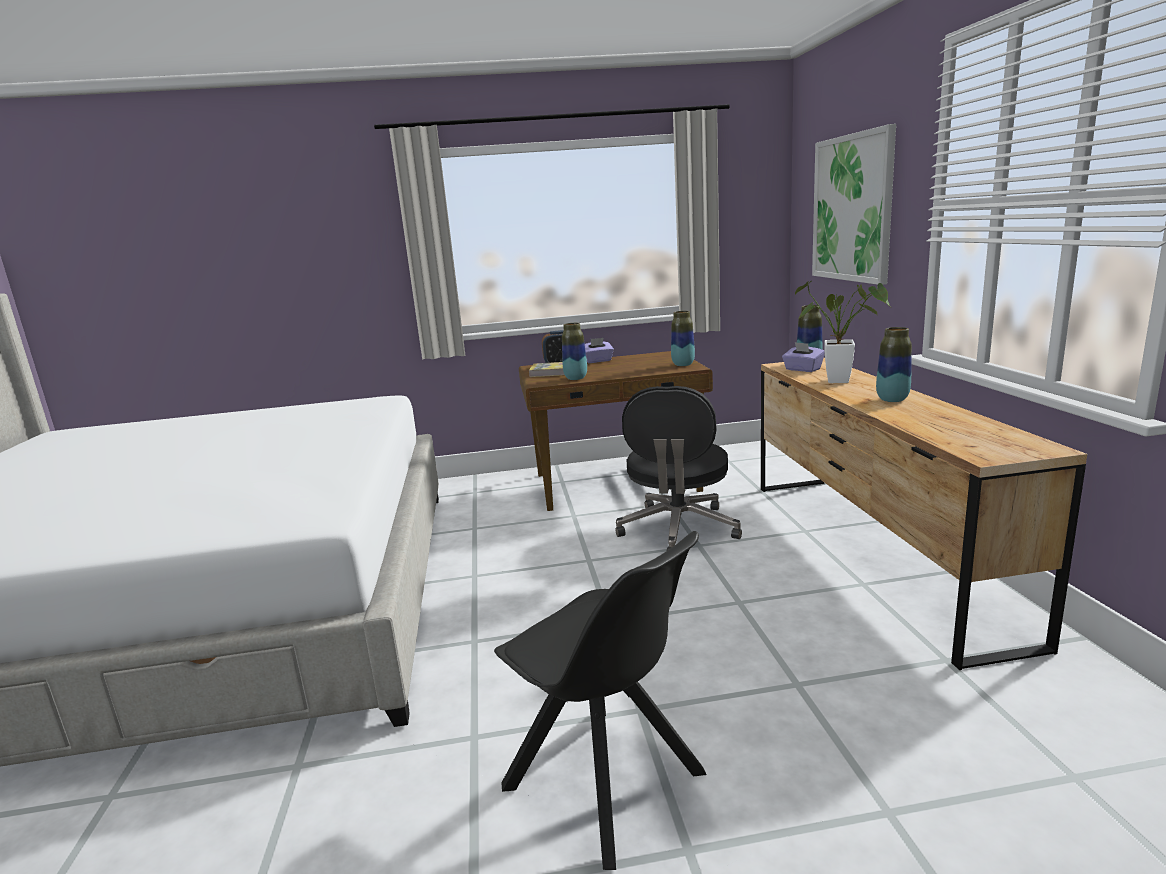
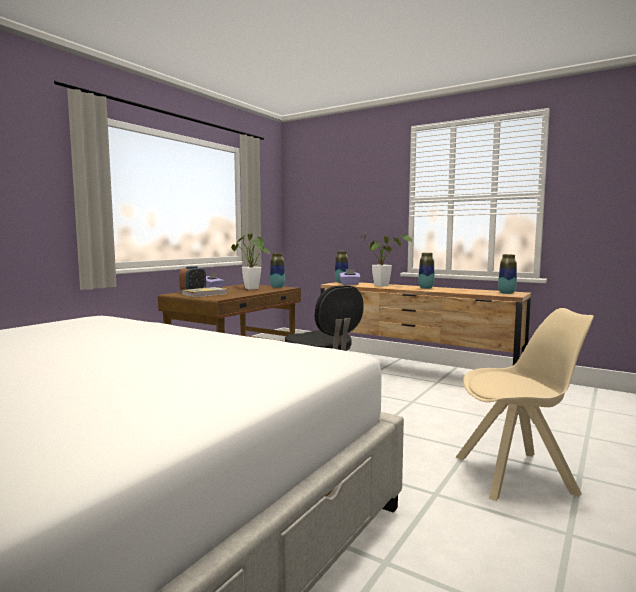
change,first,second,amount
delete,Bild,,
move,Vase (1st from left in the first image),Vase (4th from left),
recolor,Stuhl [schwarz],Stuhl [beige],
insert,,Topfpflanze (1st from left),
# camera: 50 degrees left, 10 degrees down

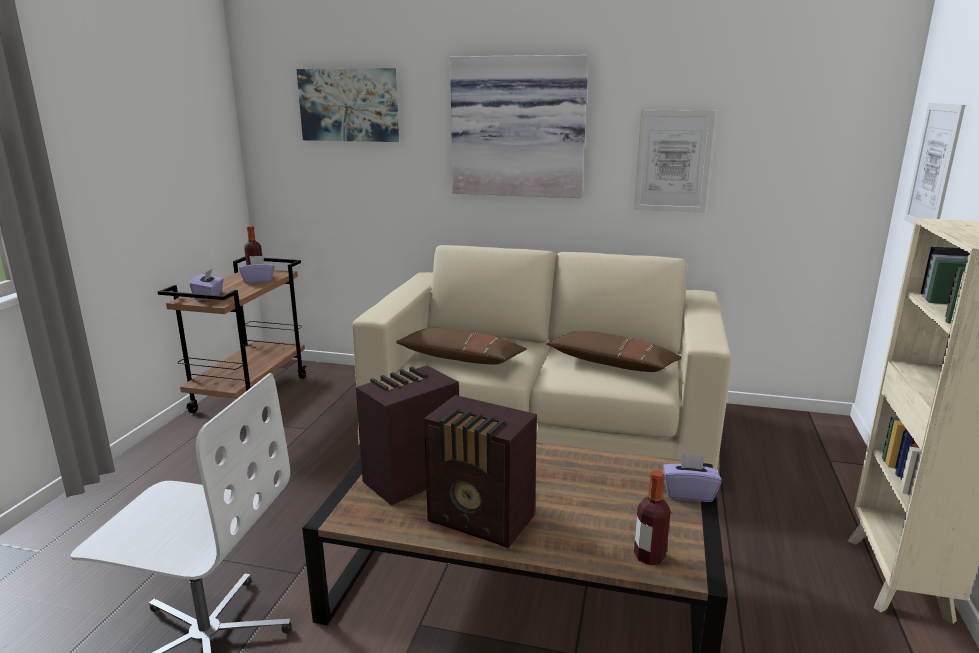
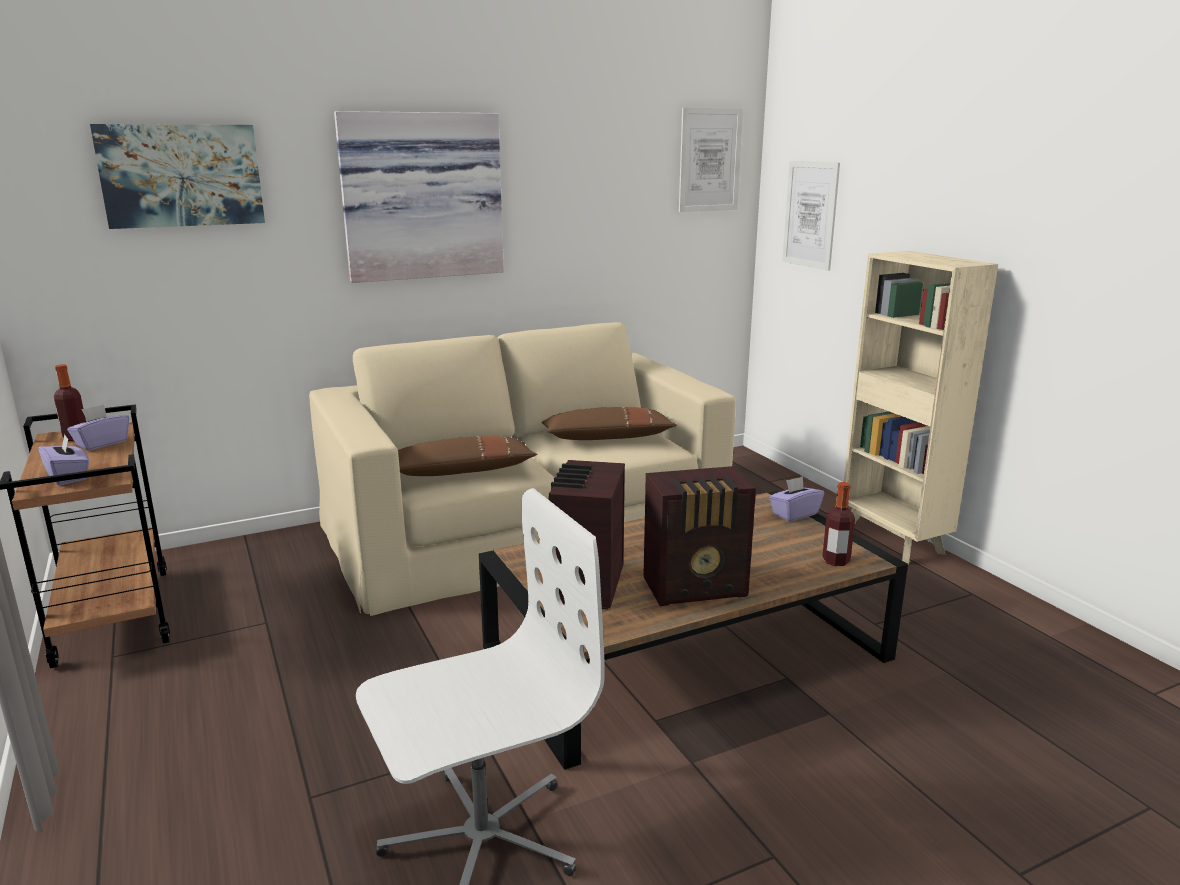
change,first,second,amount
move,Bild (3rd from left),,
# camera: 40 degrees left, 0 degrees up

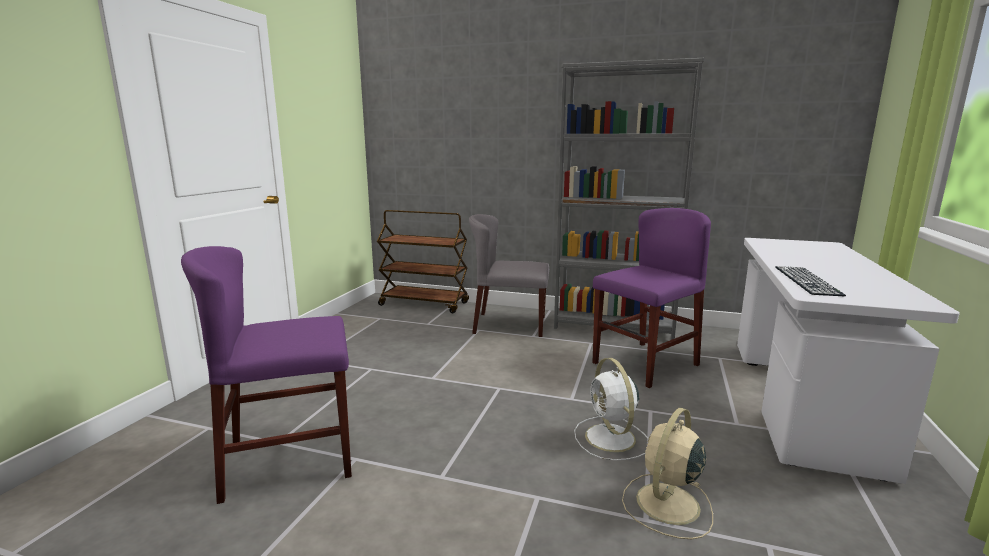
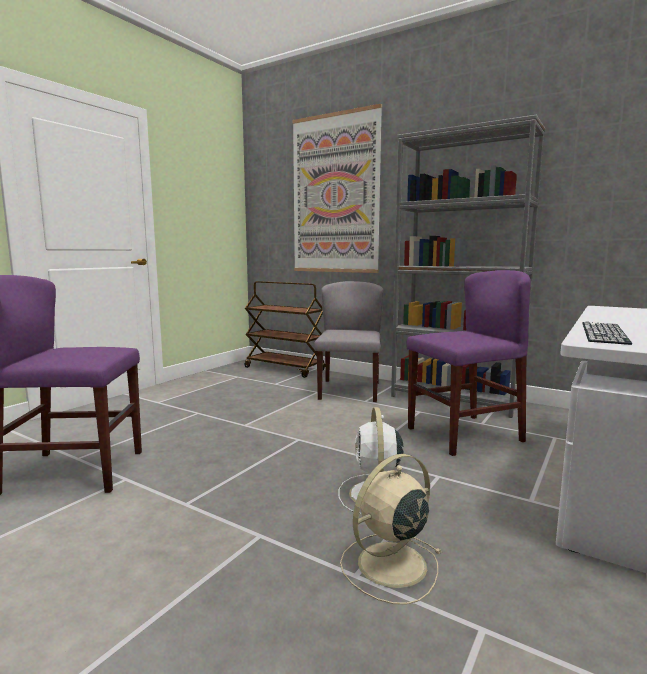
change,first,second,amount
rotate,Stuhl [grau],,75 degrees clockwise
insert,,Bild,
# camera: 15 degrees right, 5 degrees down

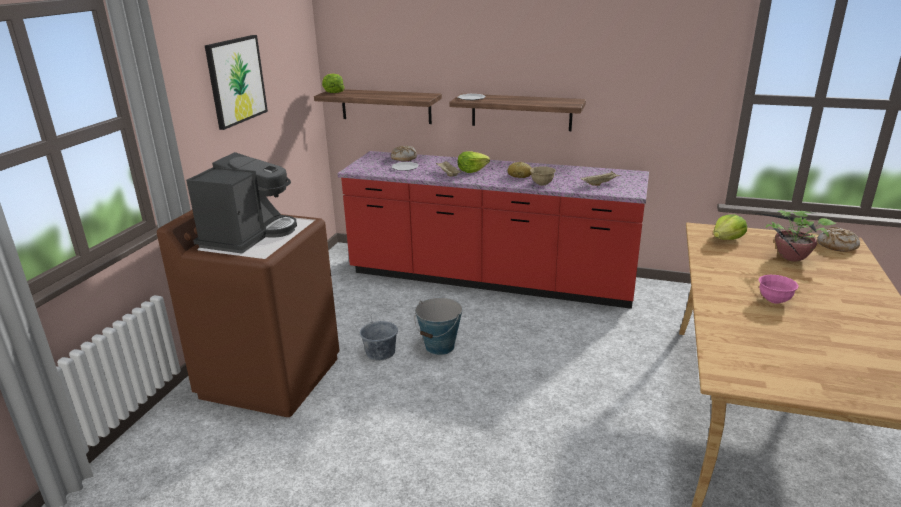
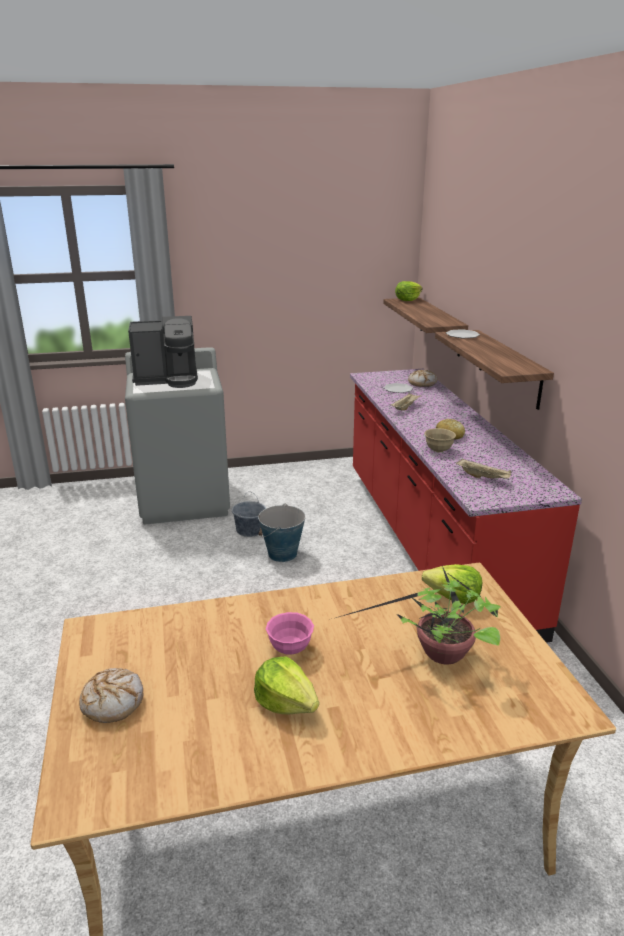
change,first,second,amount
delete,Bild,,
move,Salatkopf (2nd from left in the first image),Salatkopf (1st from left),
recolor,Waschmaschine [braun],Waschmaschine [grau],
move,Brot (3rd from left in the first image),Brot (1st from left),
# camera: 60 degrees right, 0 degrees up

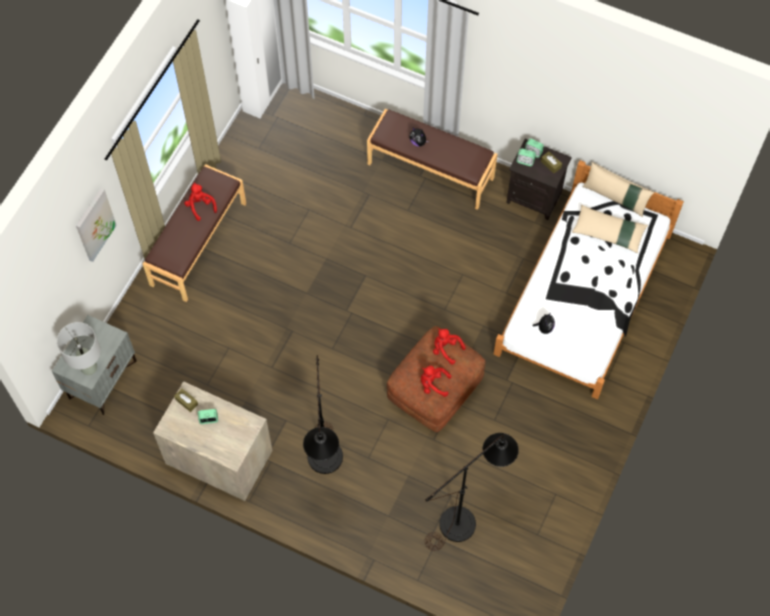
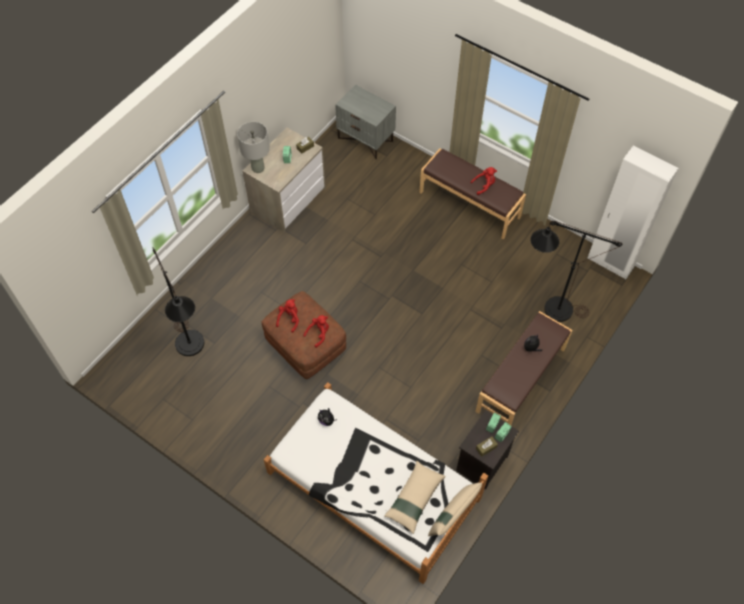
change,first,second,amount
delete,Bild,,
move,Tischlampe [grau],,
move,Stehlampe [schwarz] (1st from left in the first image),Stehlampe [schwarz] (2nd from left),
# camera: 100 degrees right, 5 degrees down

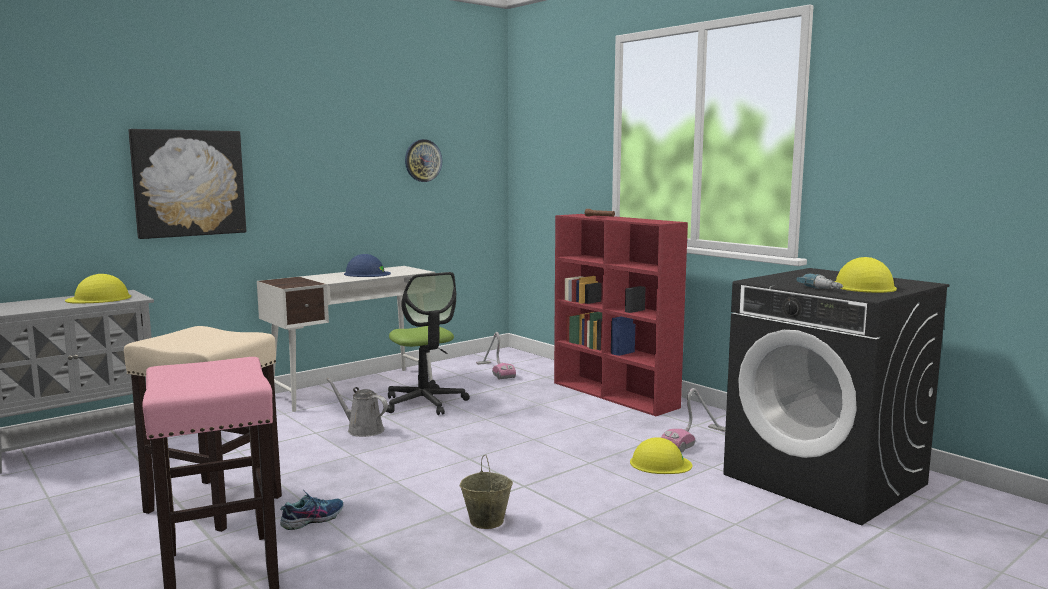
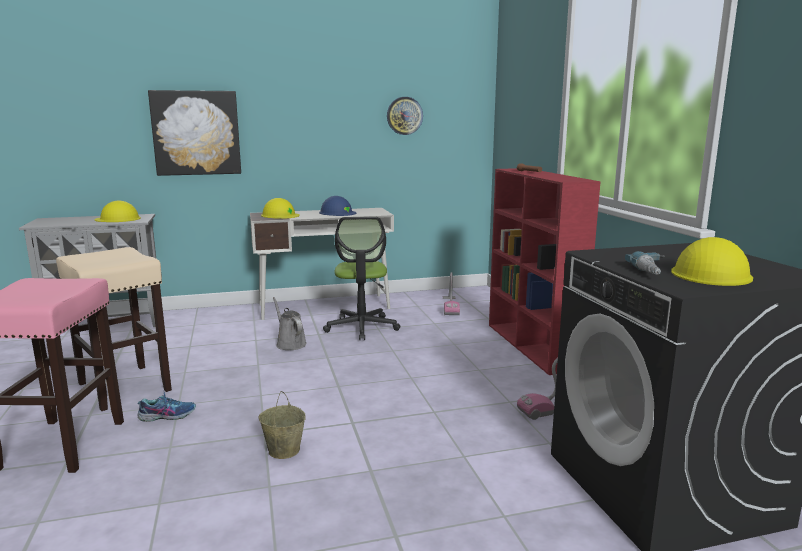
change,first,second,amount
move,Schutzhelm [gelb] (2nd from left),,
# camera: 25 degrees right, 5 degrees up

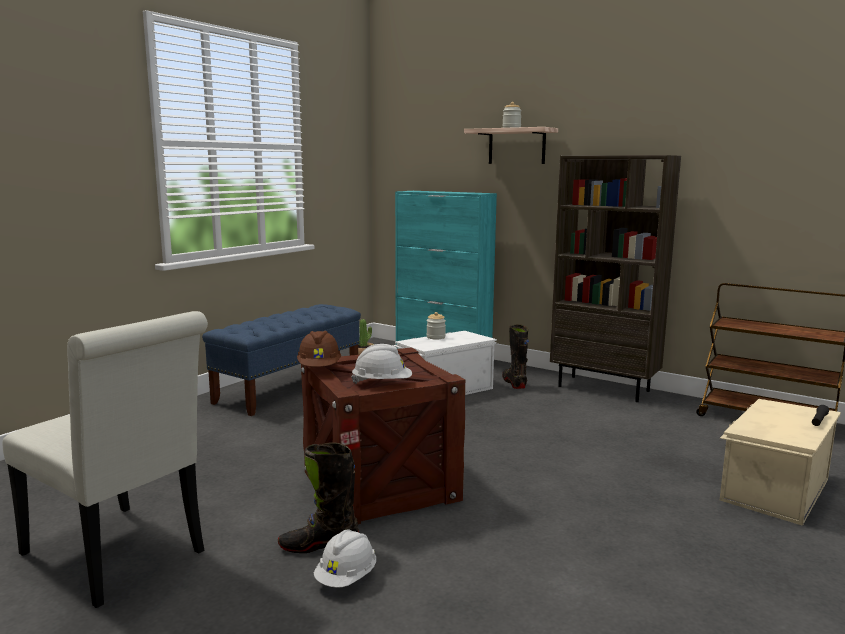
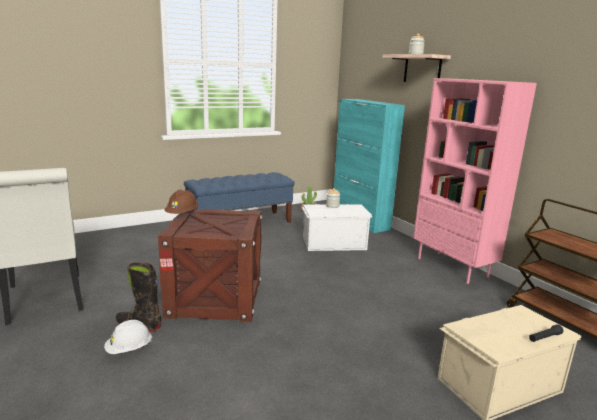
change,first,second,amount
recolor,Bücherregal [braun],Bücherregal [rosa],
delete,Stiefel [schwarz] (2nd from left),,
delete,Schutzhelm [weiß] (2nd from left),,
# camera: 25 degrees right, 5 degrees up

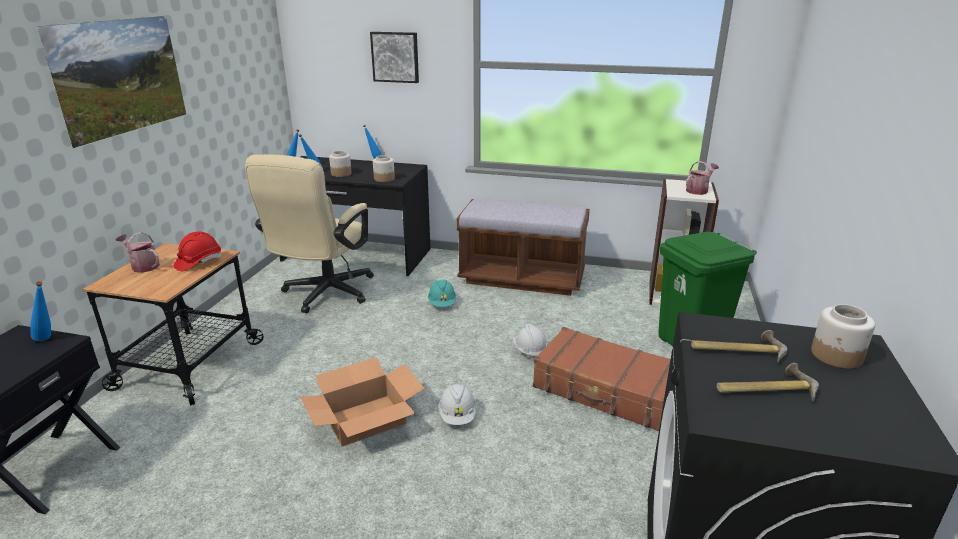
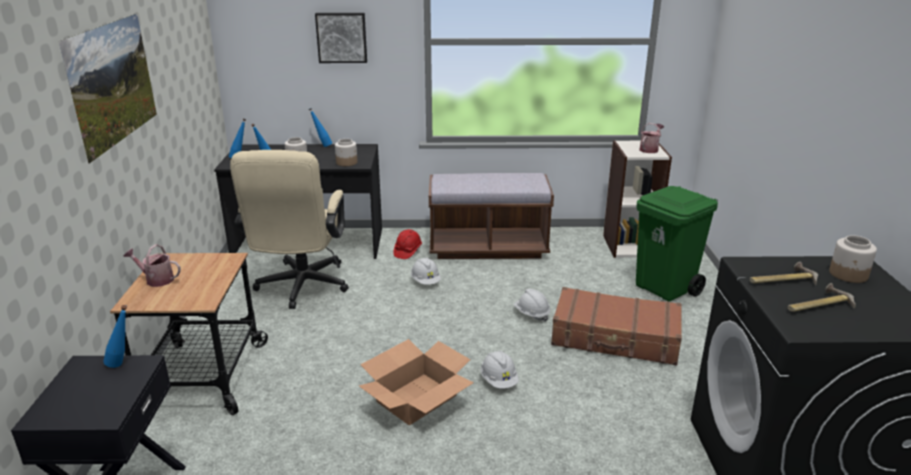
change,first,second,amount
move,Schutzhelm [rot],,
recolor,Schutzhelm [türkis],Schutzhelm [weiß] (1st from left),
# camera: 15 degrees left, 0 degrees up

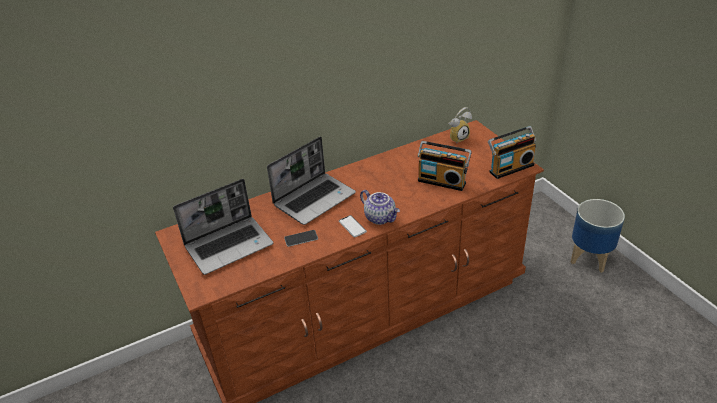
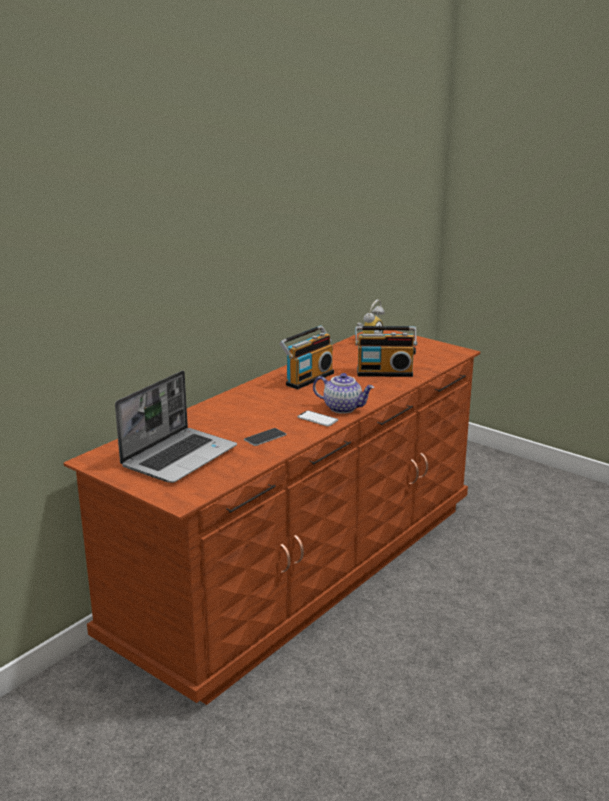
change,first,second,amount
move,Radio (2nd from left in the first image),Radio (1st from left),
delete,Laptop (2nd from left),,
delete,Pflanzkübel,,
# camera: 25 degrees left, 15 degrees down

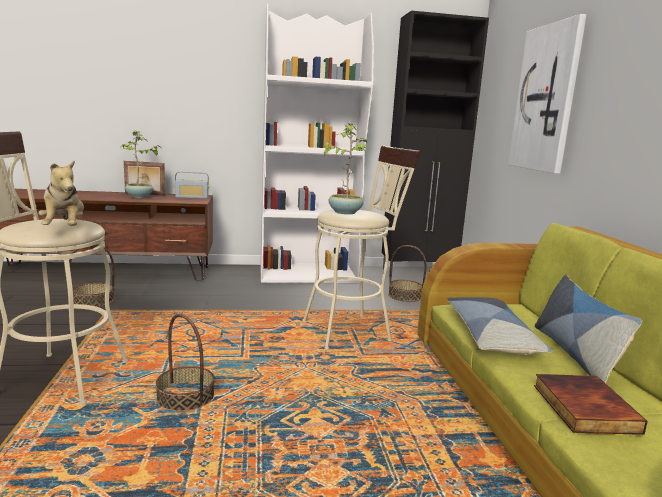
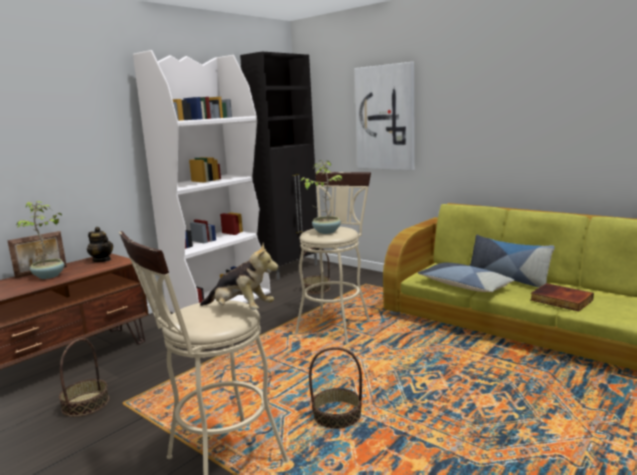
change,first,second,amount
replace,Radio,Teekanne,
# camera: 40 degrees left, 0 degrees up

